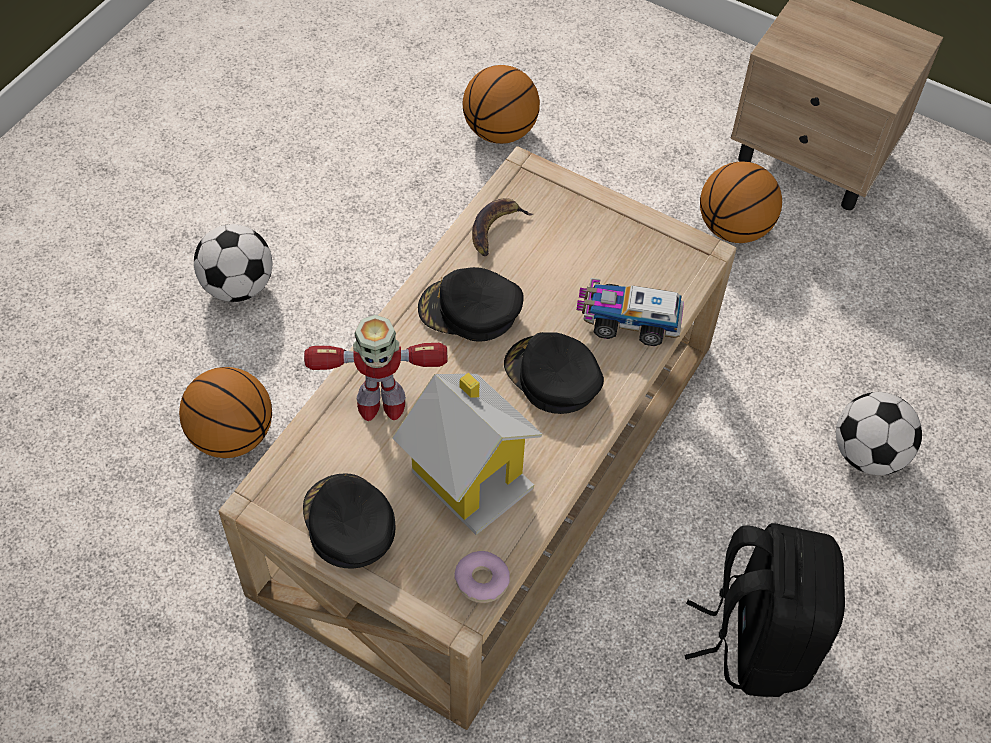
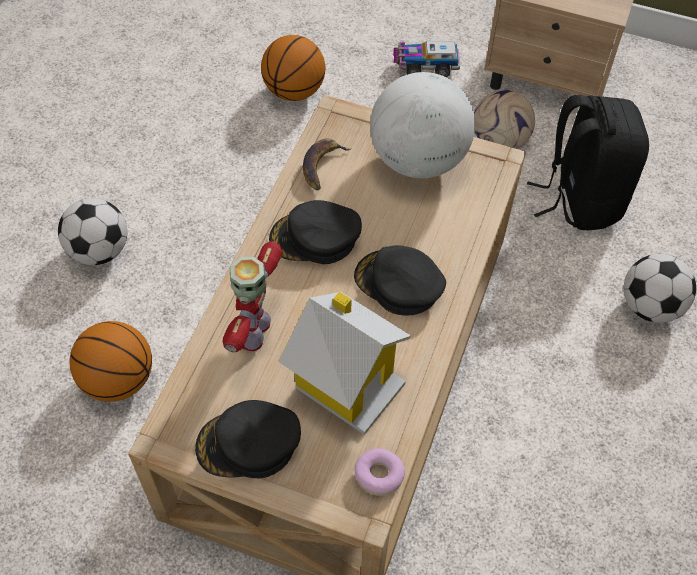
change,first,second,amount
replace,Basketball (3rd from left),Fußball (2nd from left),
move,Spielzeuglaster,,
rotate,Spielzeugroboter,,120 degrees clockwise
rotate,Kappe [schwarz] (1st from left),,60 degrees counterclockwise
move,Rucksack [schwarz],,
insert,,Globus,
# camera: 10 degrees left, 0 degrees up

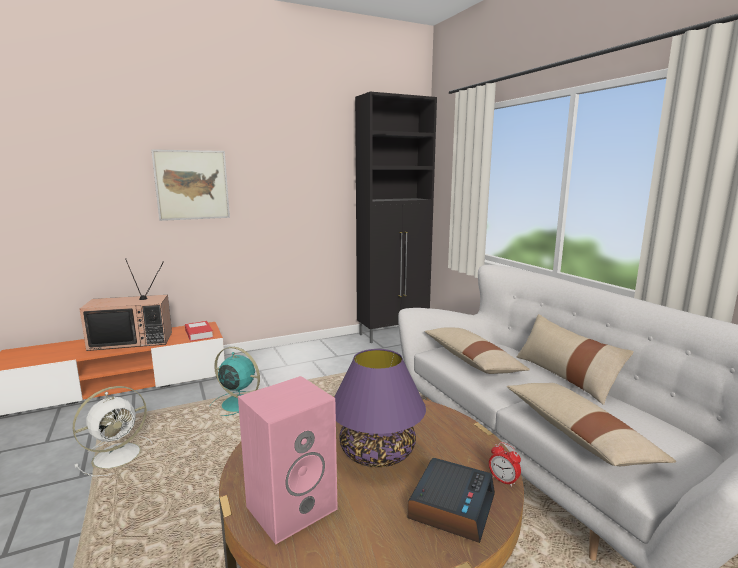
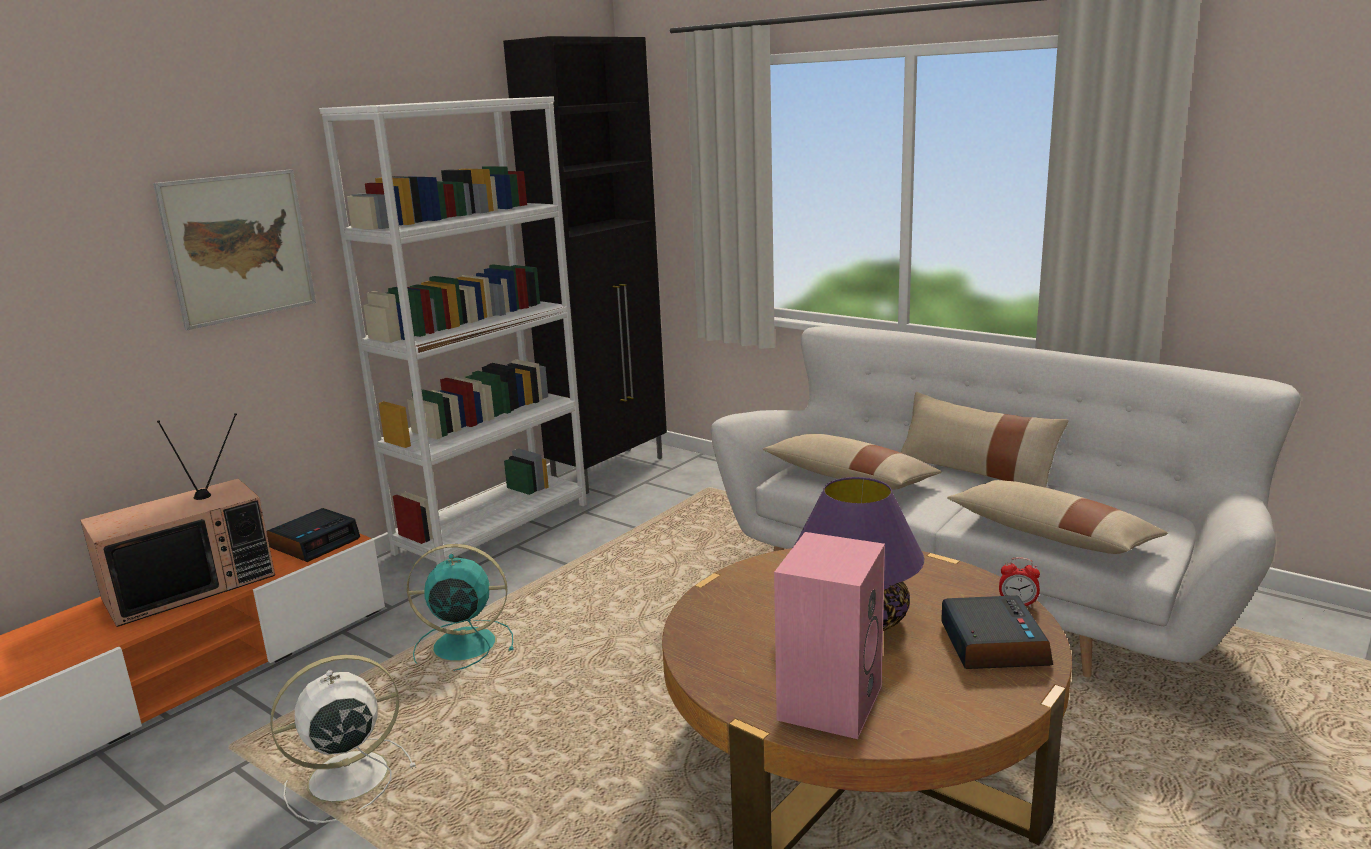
change,first,second,amount
replace,Buch,Wecker (1st from left),
rotate,Ventilator [weiß],,135 degrees counterclockwise
insert,,Bücherregal [weiß],
# camera: 25 degrees left, 5 degrees up

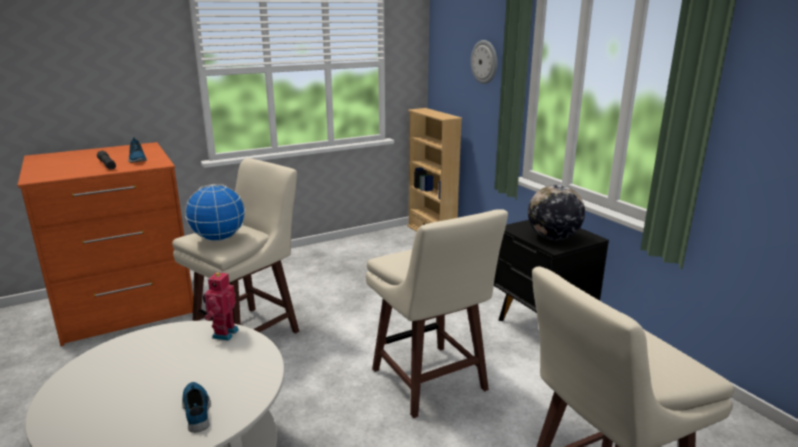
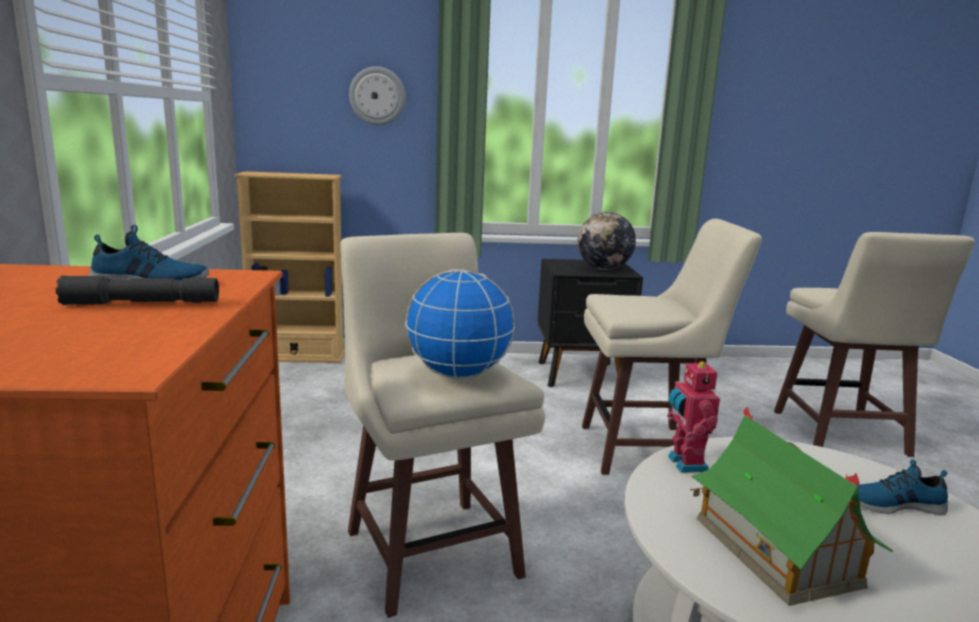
change,first,second,amount
rotate,Spielzeugroboter,,45 degrees clockwise
insert,,Spielzeughaus,
# camera: 65 degrees left, 5 degrees down

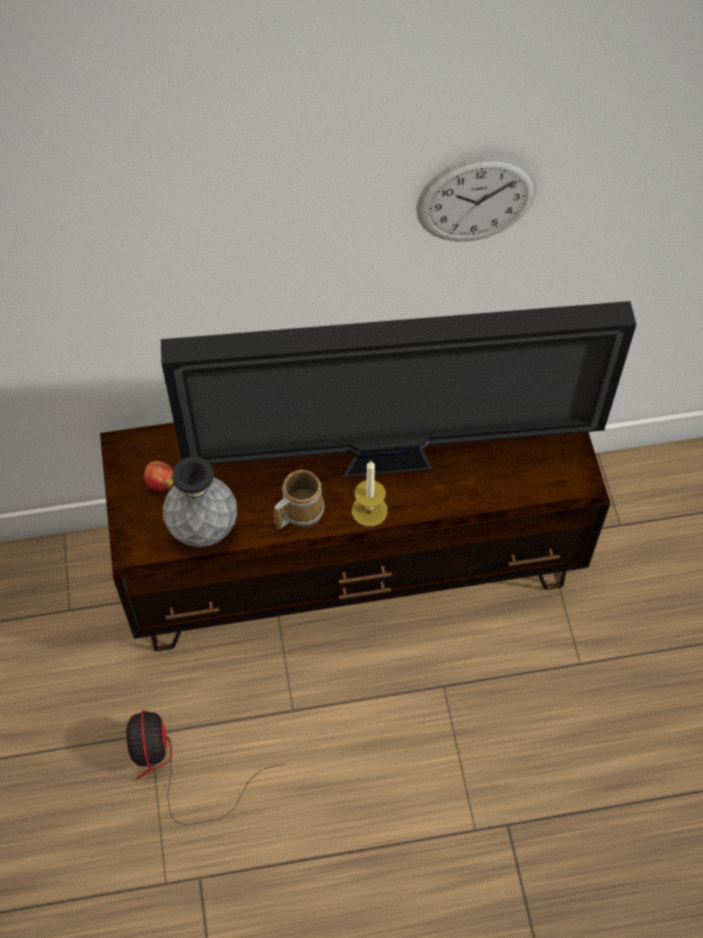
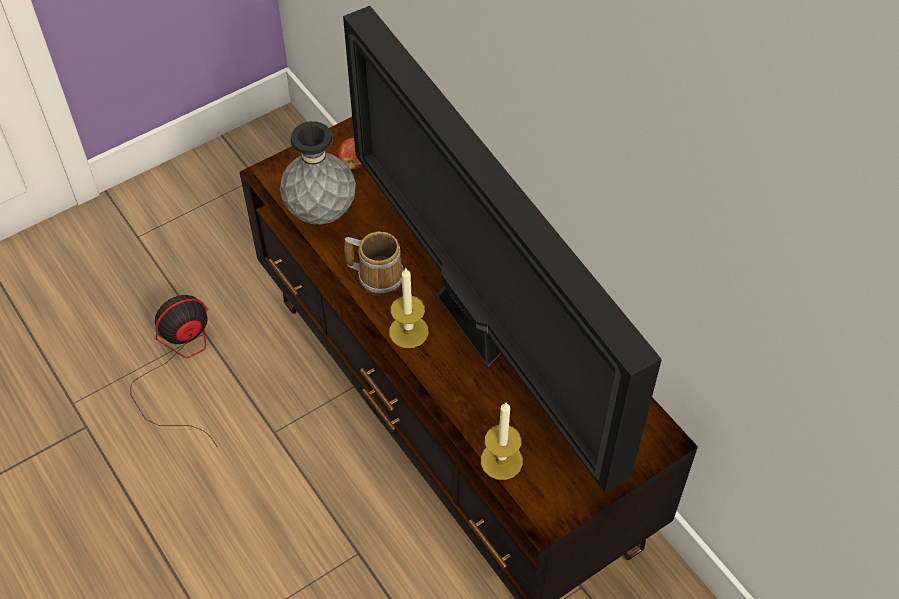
change,first,second,amount
delete,Wanduhr,,
insert,,Kerze (2nd from left),
# camera: 65 degrees right, 5 degrees down

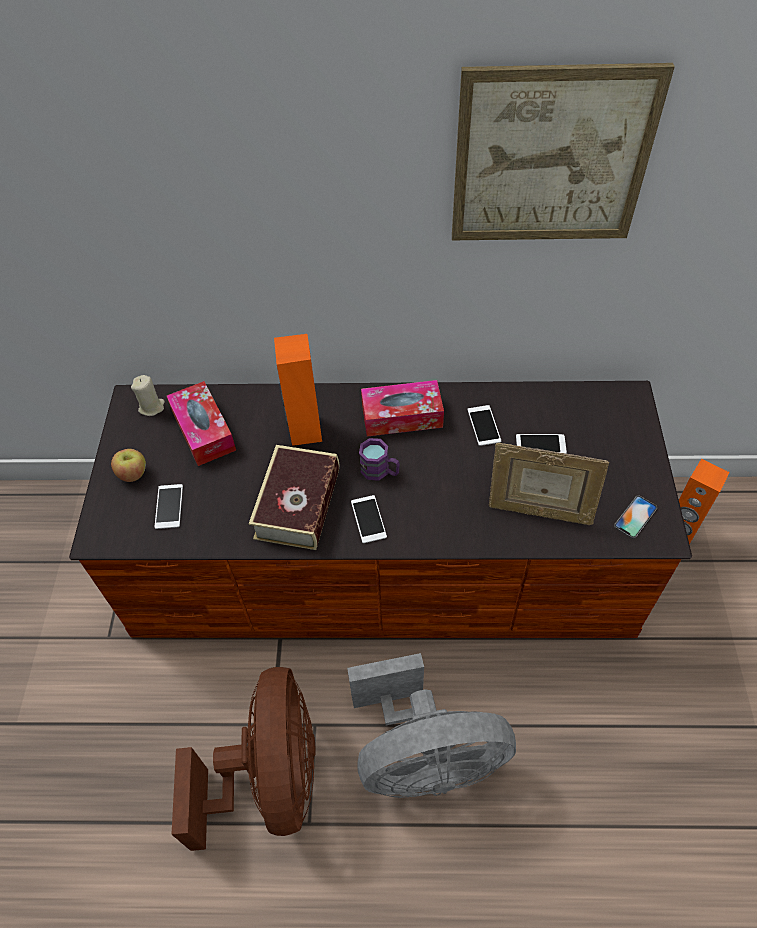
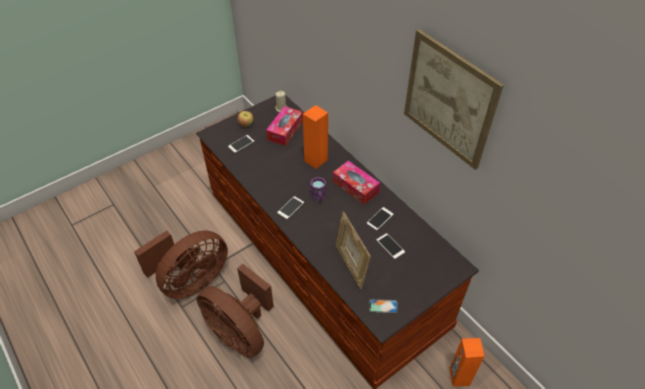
change,first,second,amount
delete,Buch,,
recolor,Ventilator [grau],Ventilator [braun] (2nd from left),
# camera: 50 degrees right, 5 degrees down

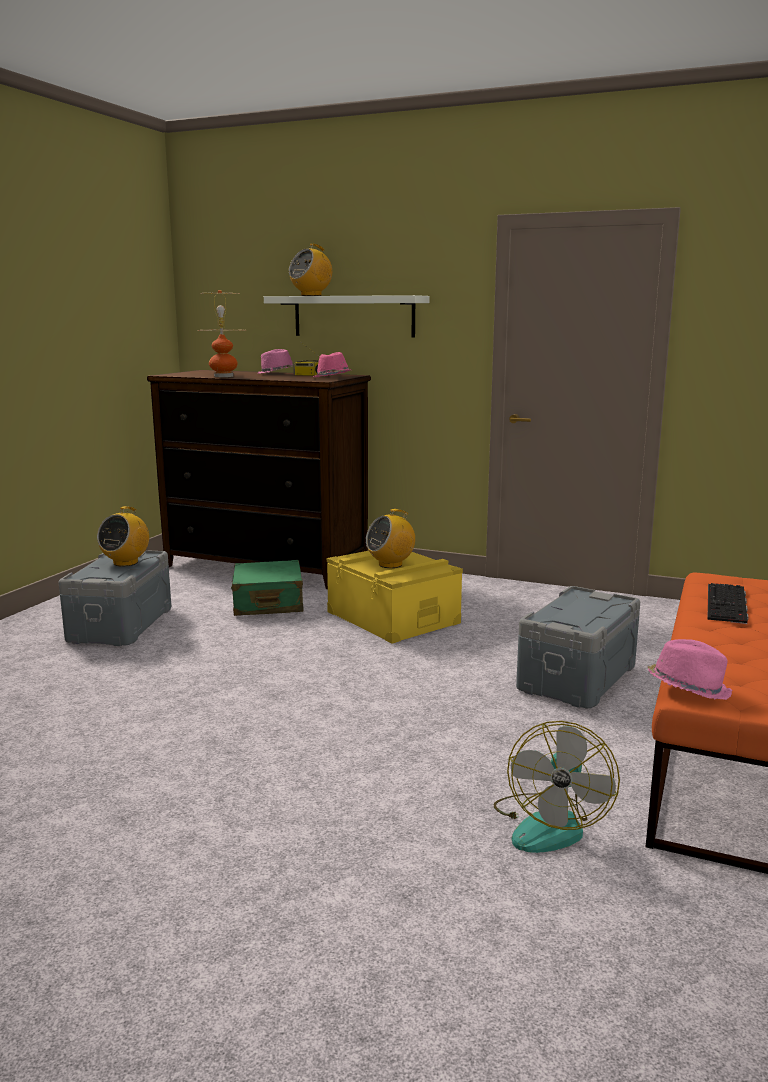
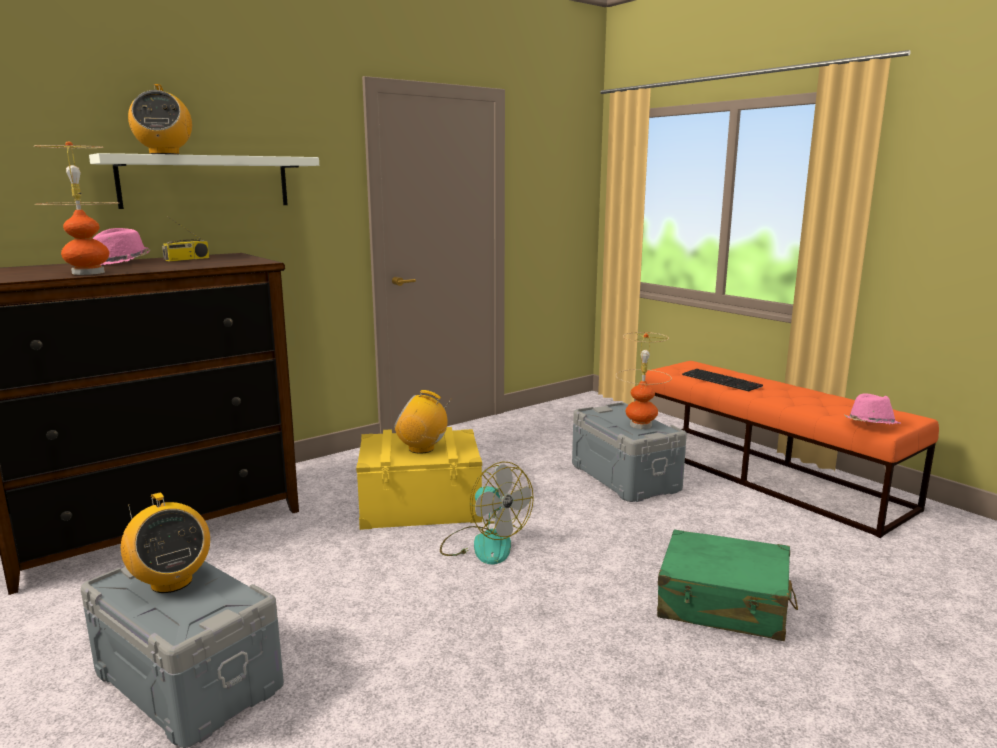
change,first,second,amount
delete,Hut [rosa] (2nd from left),,
rotate,Radio (4th from left),,105 degrees clockwise
move,Koffer [grün],,
move,Ventilator,,
insert,,Tischlampe (2nd from left),
# camera: 60 degrees left, 0 degrees up

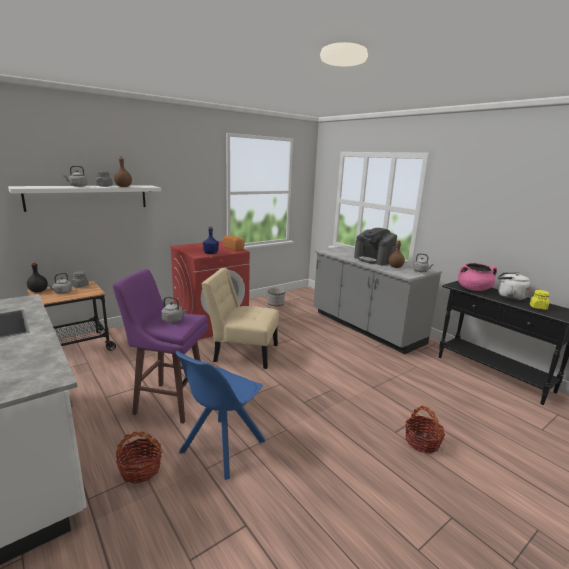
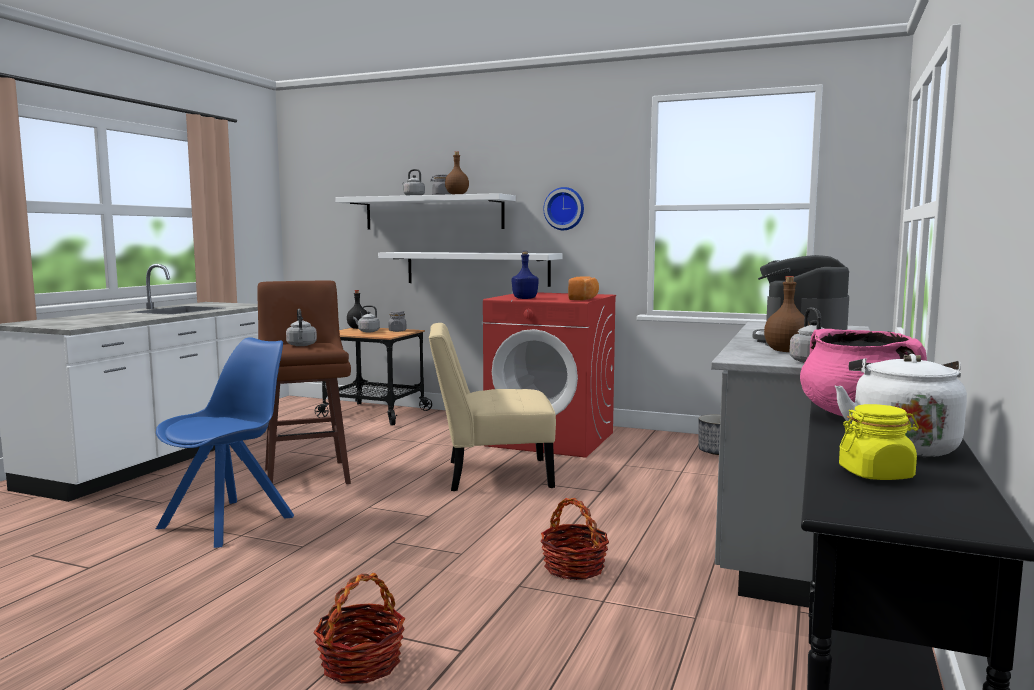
change,first,second,amount
rotate,Stuhl [beige],,75 degrees counterclockwise
recolor,Hocker [lila],Hocker [braun],
rotate,Stuhl [blau],,120 degrees clockwise
move,Korb (1st from left in the first image),Korb (2nd from left),
insert,,Wanduhr,
insert,,Wandregal [weiß] (2nd from left),
# camera: 60 degrees right, 10 degrees down

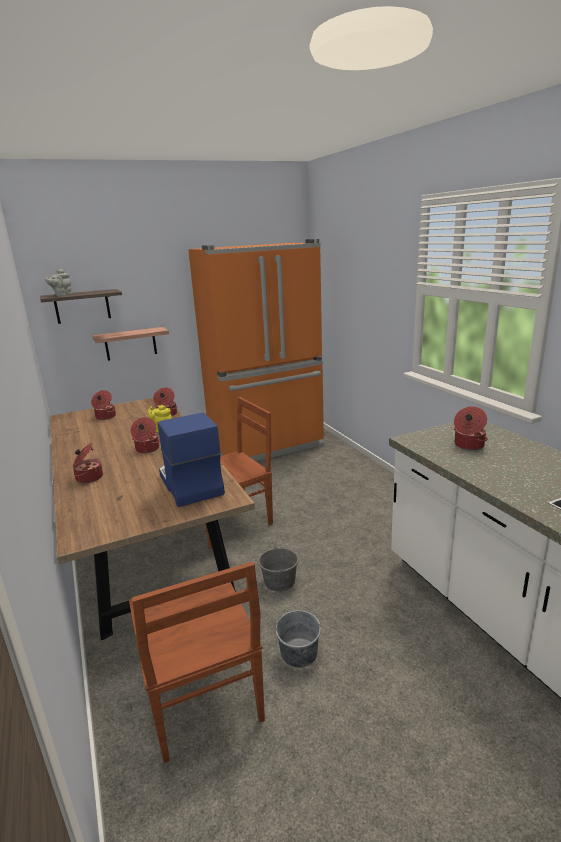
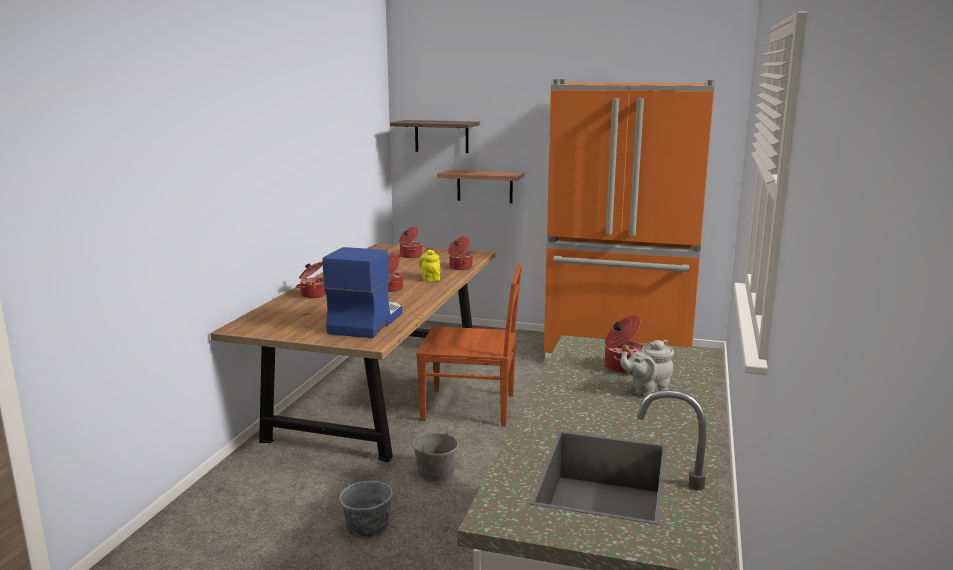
change,first,second,amount
move,Teekanne [grau],,
delete,Stuhl [braun] (1st from left),,
# camera: 40 degrees right, 5 degrees down

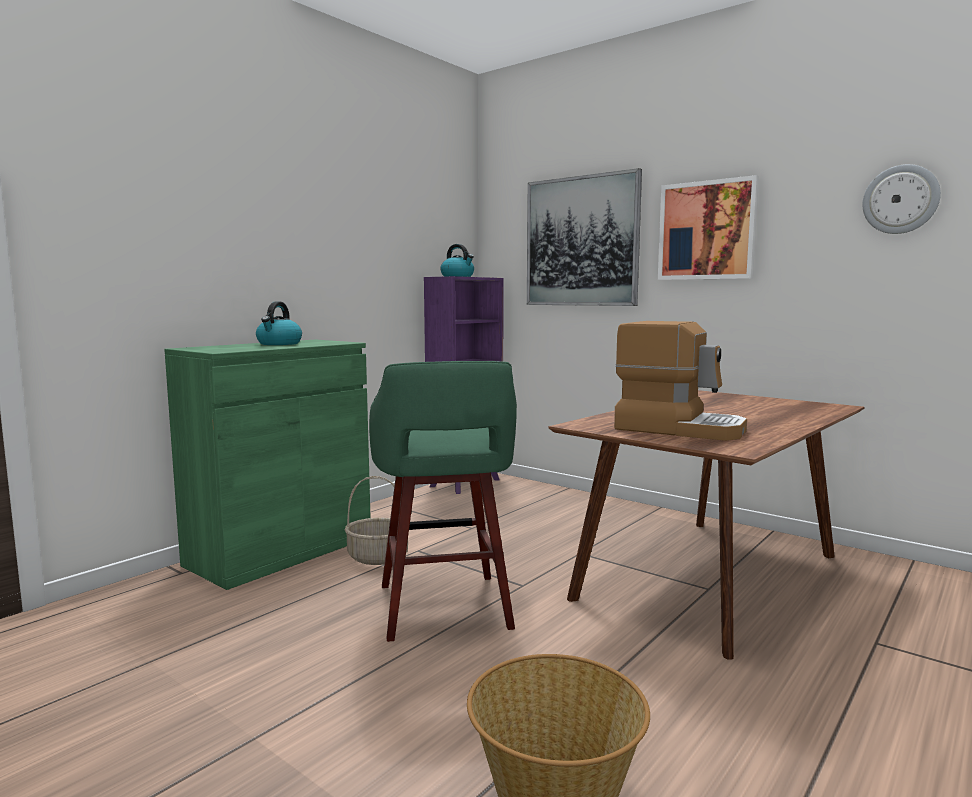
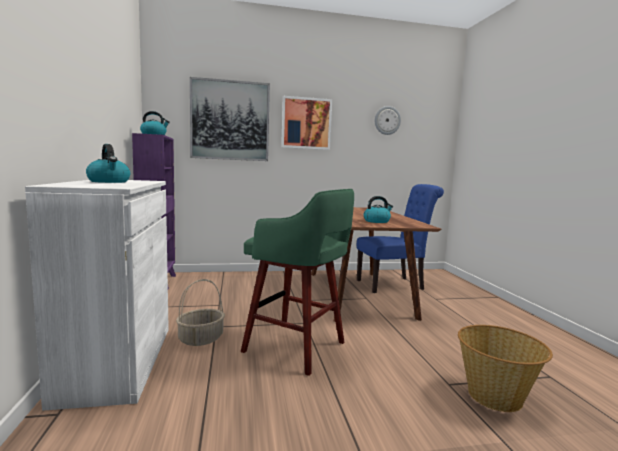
change,first,second,amount
replace,Kaffeemaschine,Wasserkessel (3rd from left),
recolor,Schrank [grün],Schrank [weiß],
insert,,Stuhl [blau],
# camera: 50 degrees left, 0 degrees up

